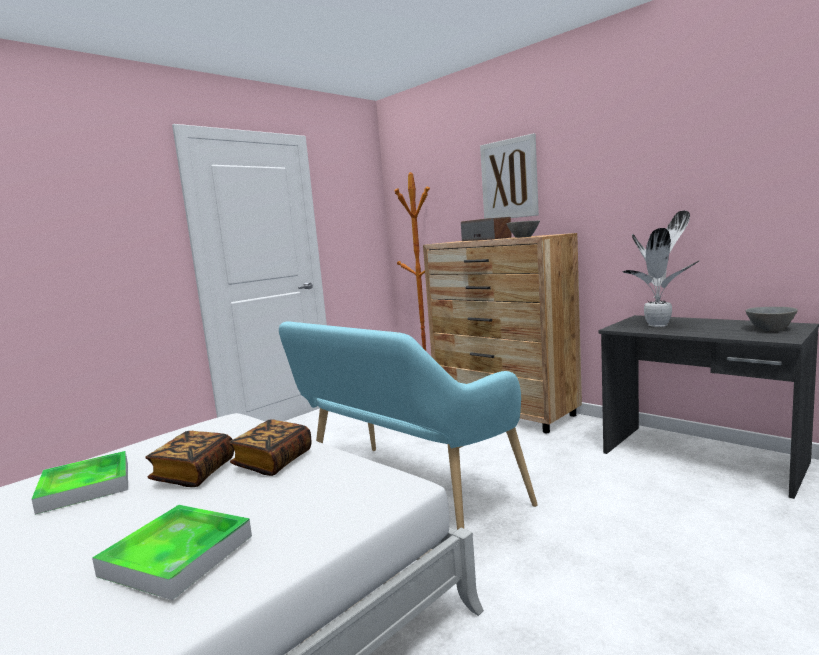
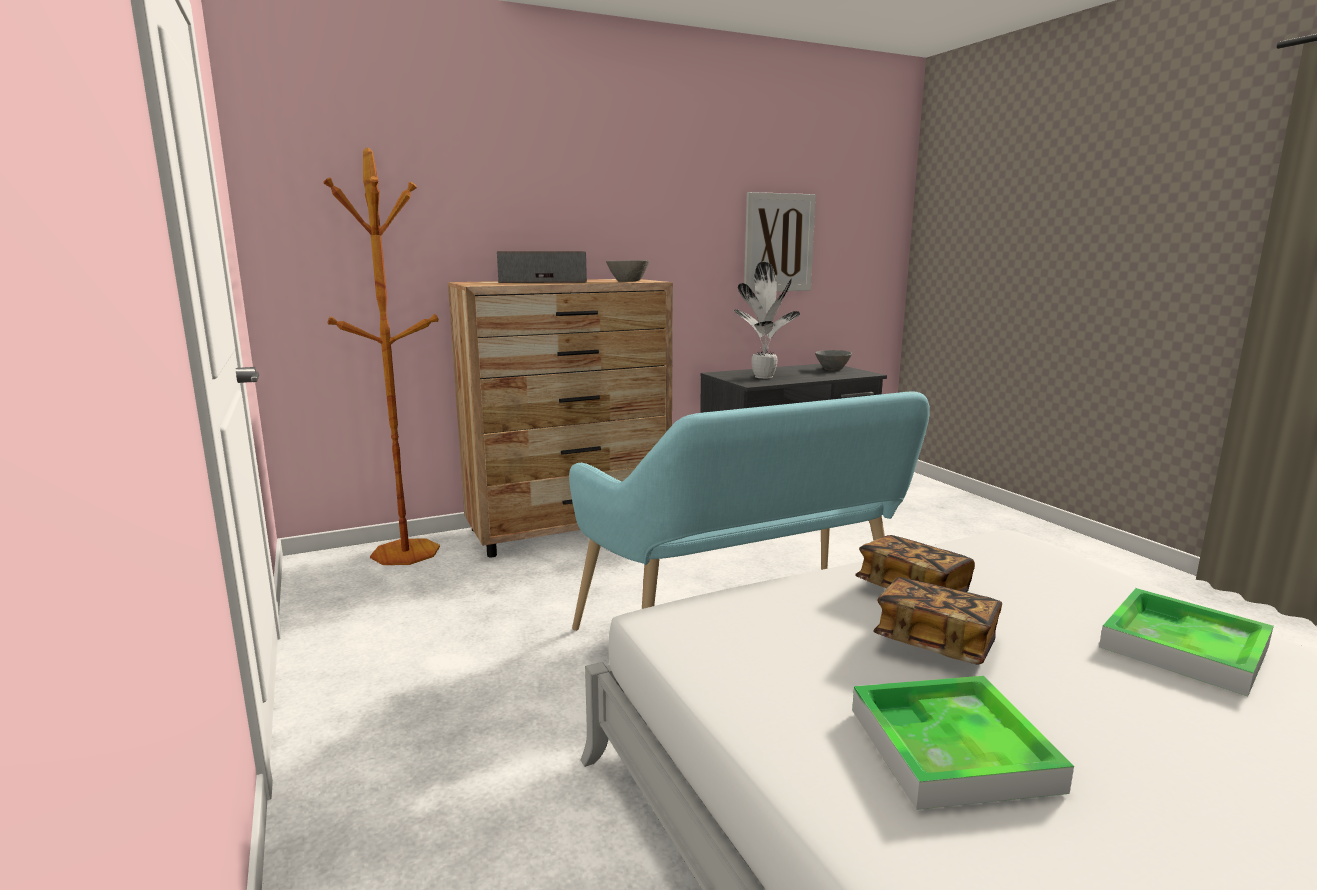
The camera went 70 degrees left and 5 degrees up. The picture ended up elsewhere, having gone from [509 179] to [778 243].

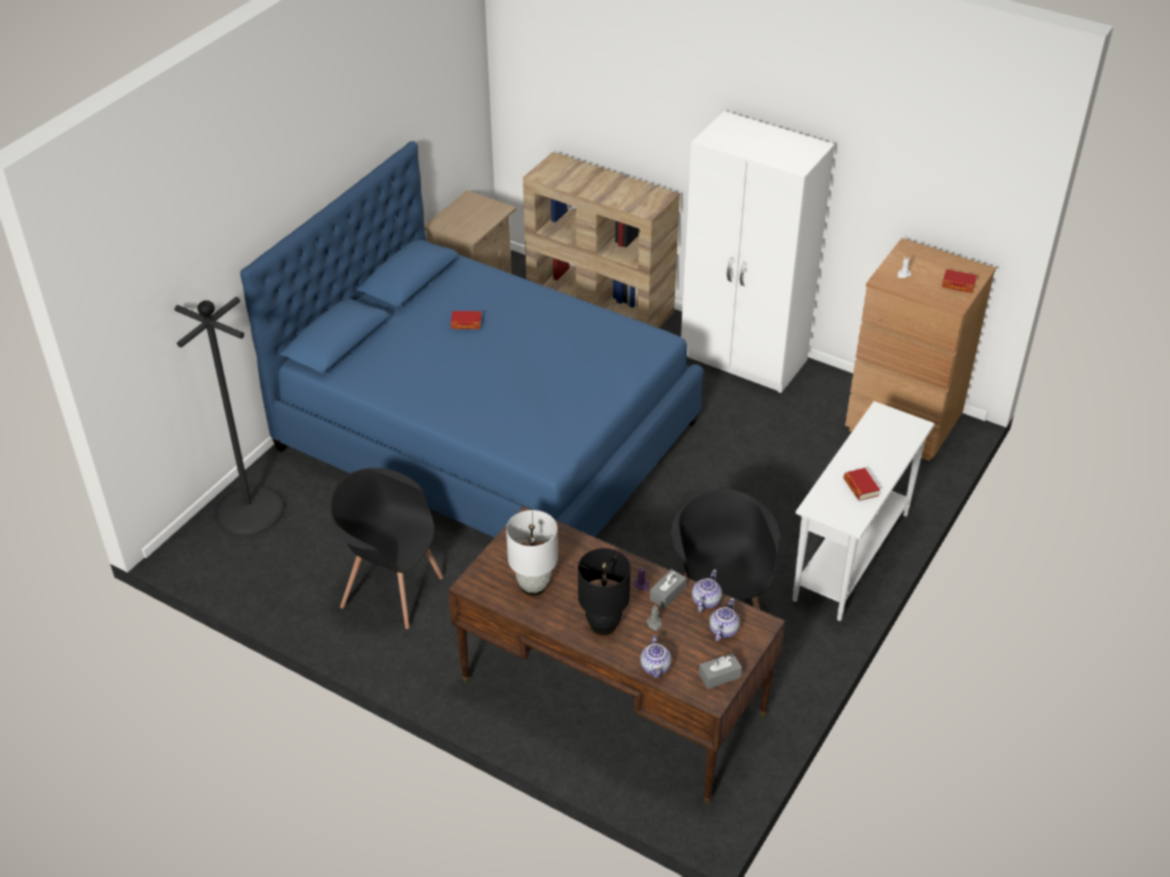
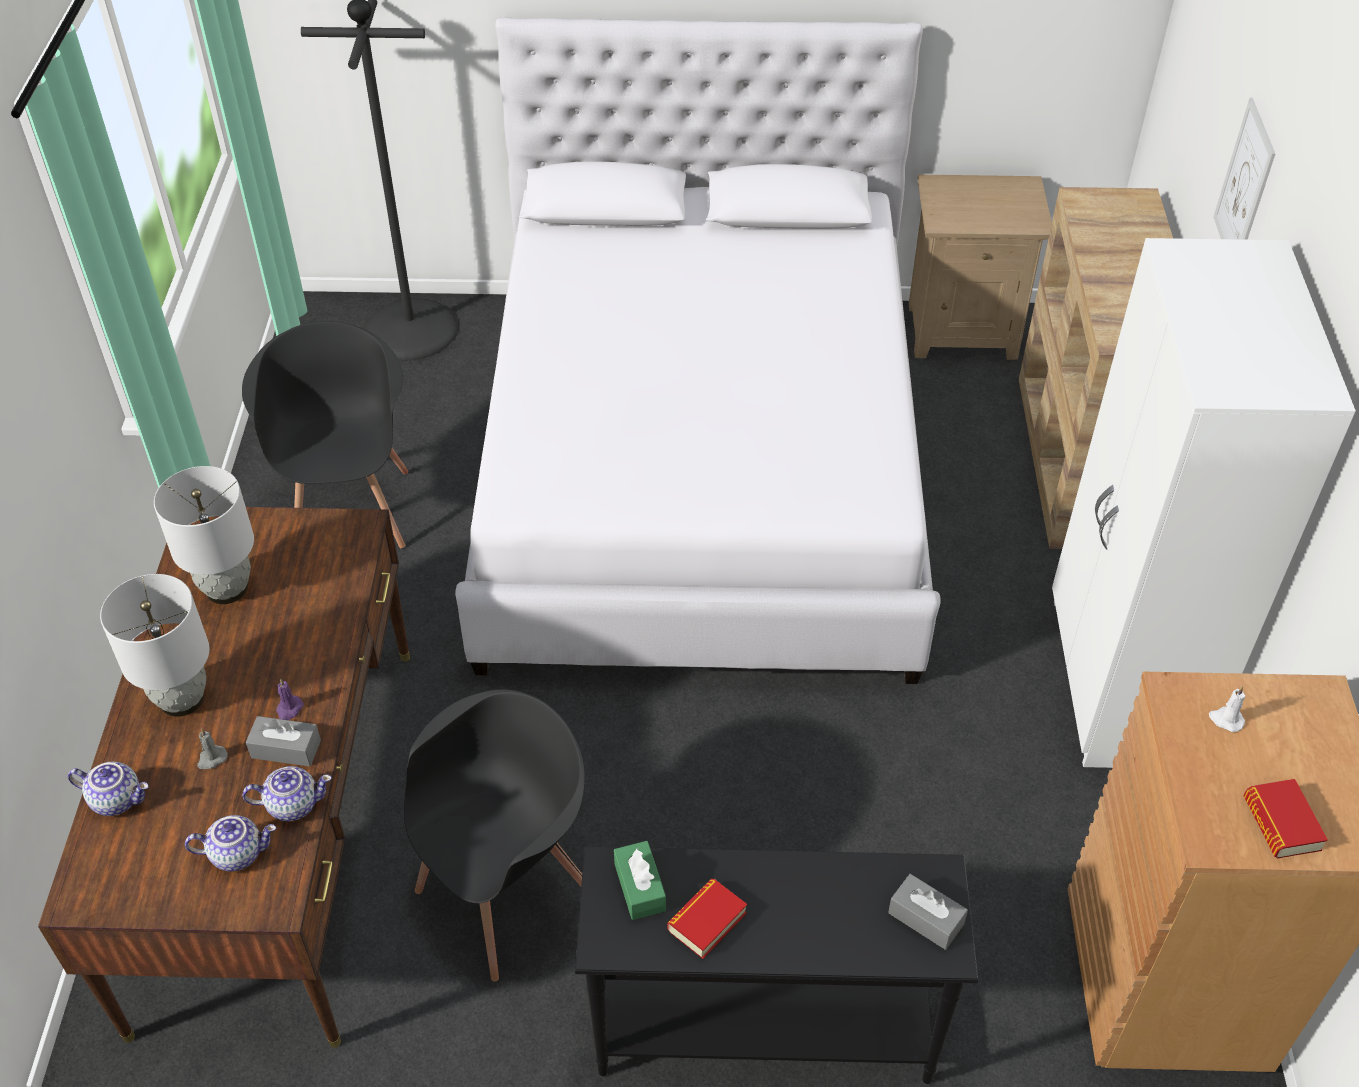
The camera went 60 degrees right and 5 degrees up. The teapot at [656 667] ended up facing another way, 135 degrees counterclockwise from before. What was the table lamp in black at [603 625] turned into the table lamp in white at [181 698]. What was the bed in blue at [488 435] turned into the bed in white at [701 469]. What was the console table in white at [852 558] turned into the console table in black at [761 1035]. The second view gained the tissue box in green at [640 887]. The tissue box in grey ended up elsewhere, having gone from [719 676] to [926 918]. The second view gained the picture at [1244 187]. The second view lost the book at [466 323].

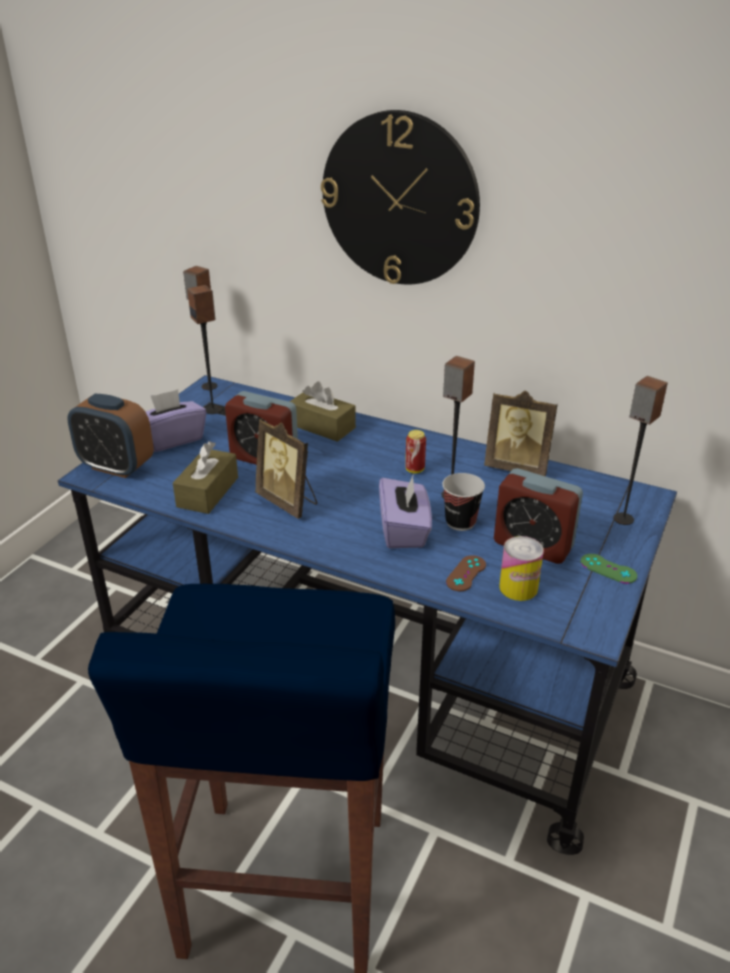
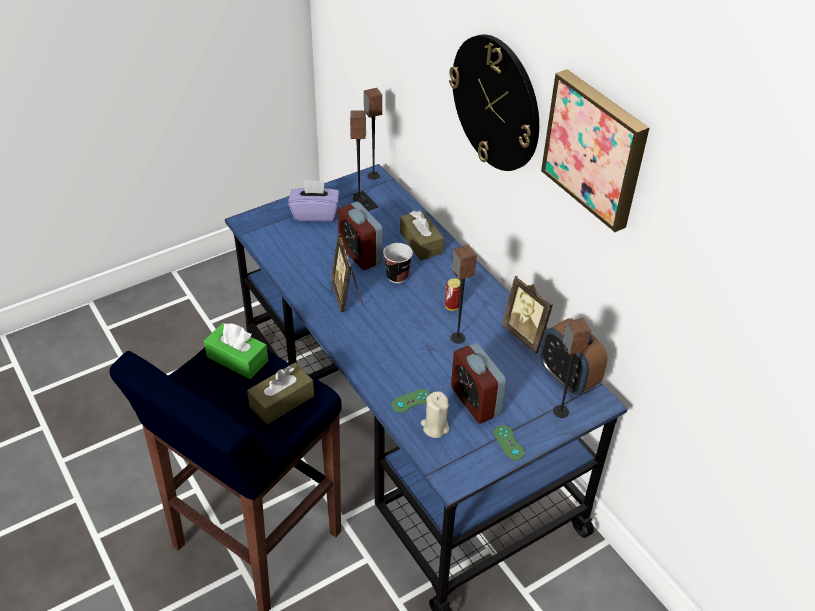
The camera went 30 degrees right and 10 degrees up. The second view gained the tissue box in green at [237 359]. The tissue box in brown ended up elsewhere, having gone from [208 492] to [282 401]. The cup ended up elsewhere, having gone from [460 522] to [397 276]. What was the game controller in brown at [466 573] turned into the game controller in green at [411 401]. Where the can stood at [518 588], the candle in beige came to stand at [435 427]. The alarm clock ended up elsewhere, having gone from [116 467] to [568 378]. The second view gained the picture at [596 148]. The second view lost the tissue box in purple at [404 530].

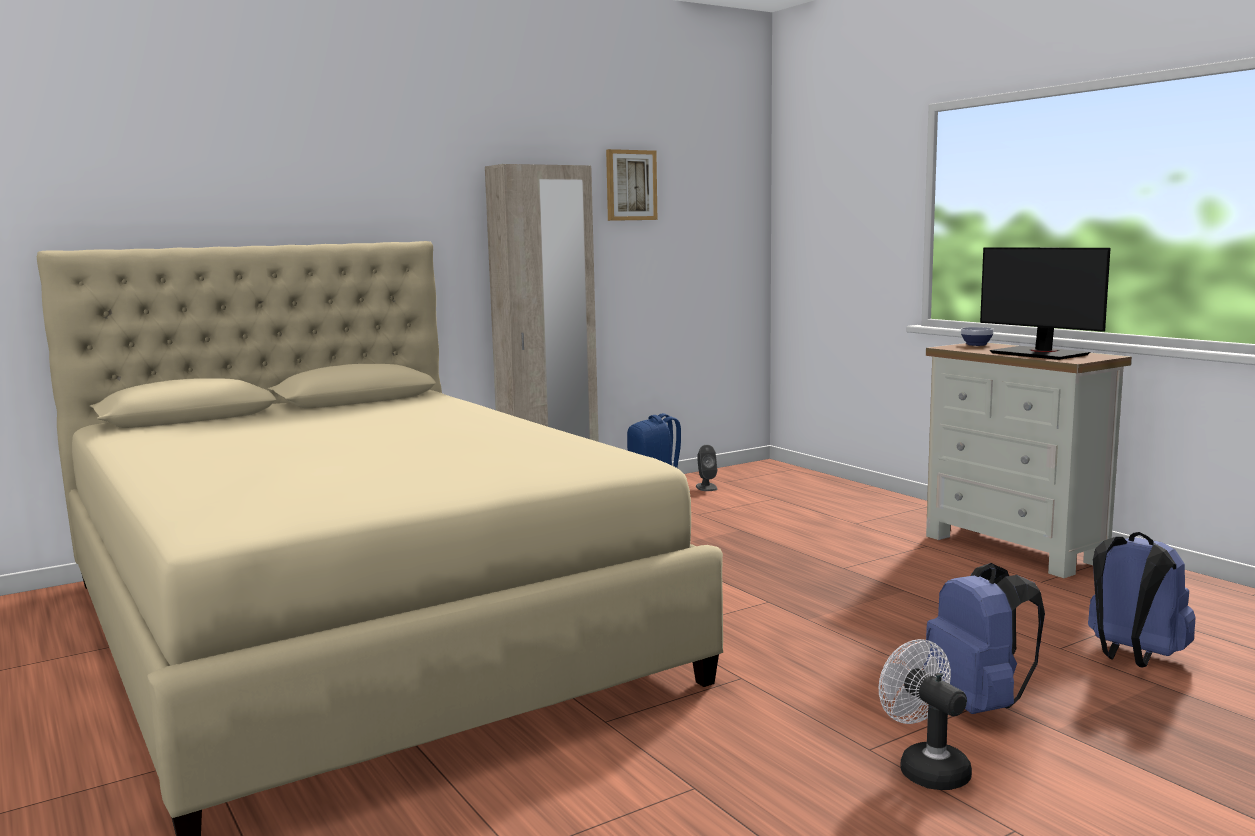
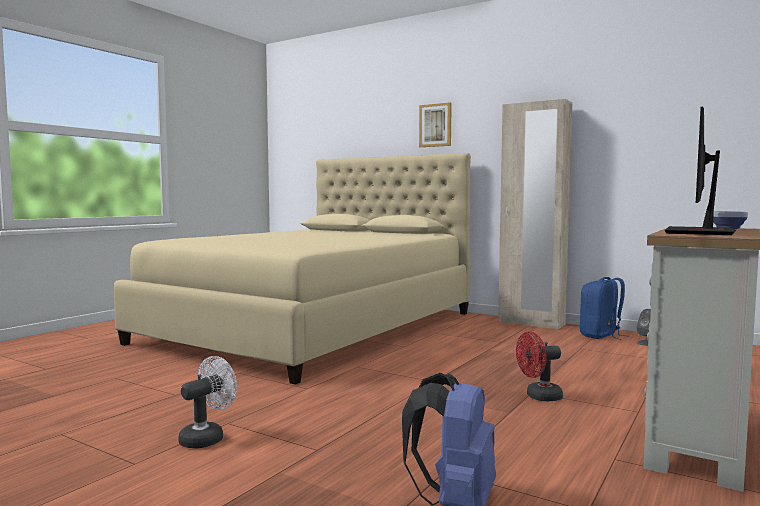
The camera went 65 degrees right and 5 degrees down. The picture ended up elsewhere, having gone from [630 185] to [435 125]. The second view gained the fan in red at [539 397]. The second view lost the backpack in blue at [978 705].

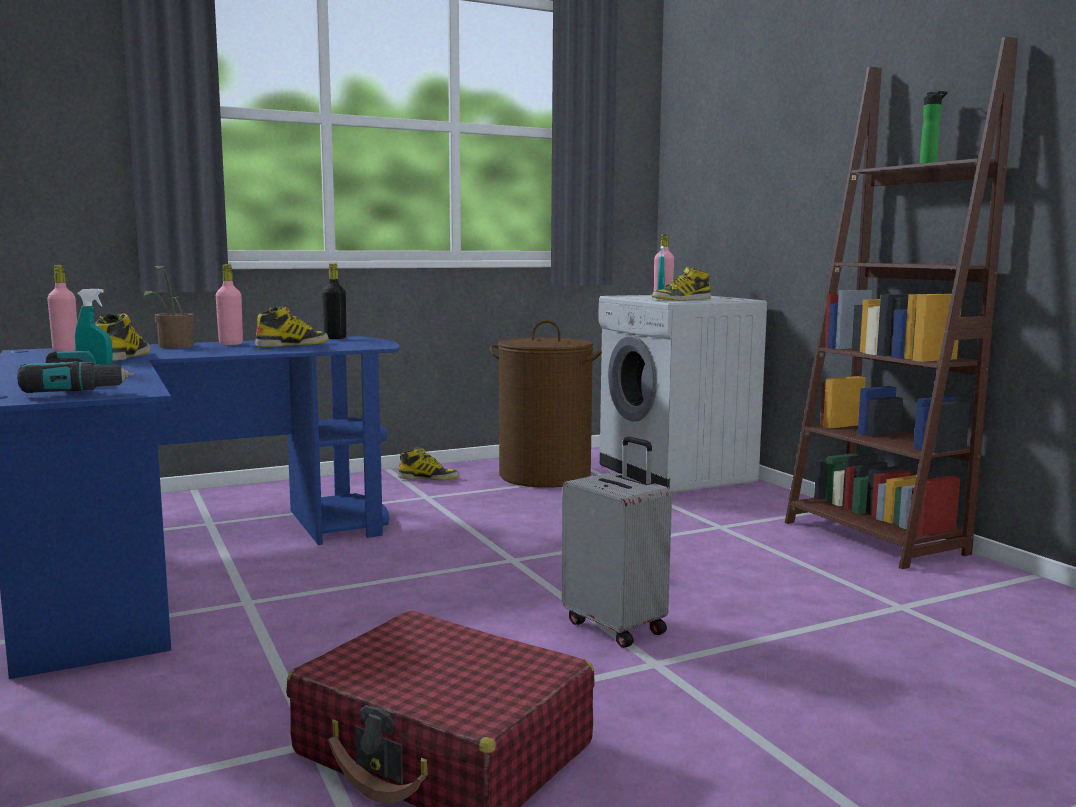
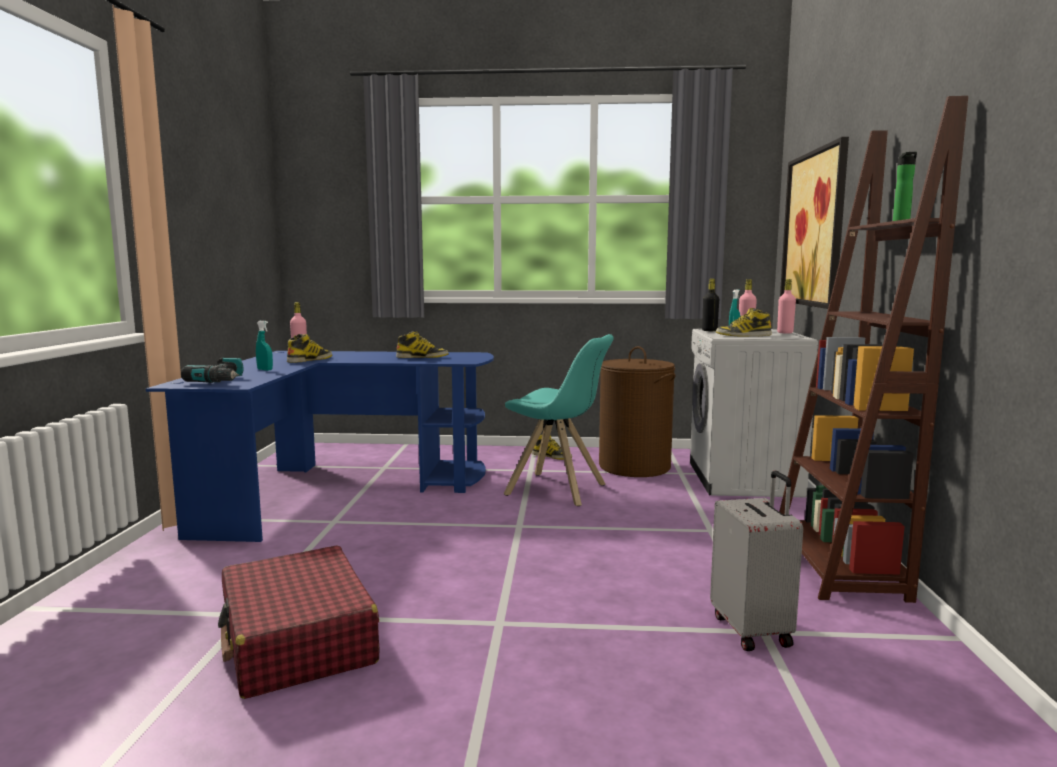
The camera went 30 degrees right and 0 degrees up. The second view gained the chair in turquoise at [556 489]. The bottle in black ended up elsewhere, having gone from [335 338] to [709 330]. The suitcase in grey ended up elsewhere, having gone from [616 626] to [753 630]. The bottle in pink ended up elsewhere, having gone from [231 344] to [785 333]. The second view gained the picture at [814 229]. The second view lost the potted plant at [173 347].

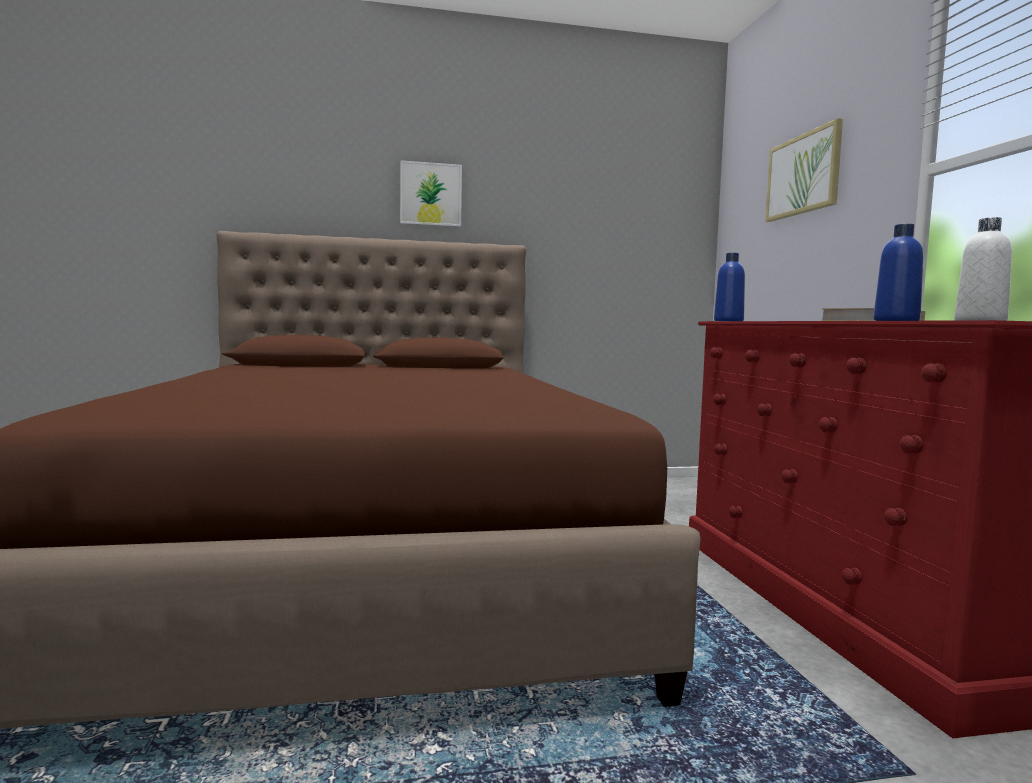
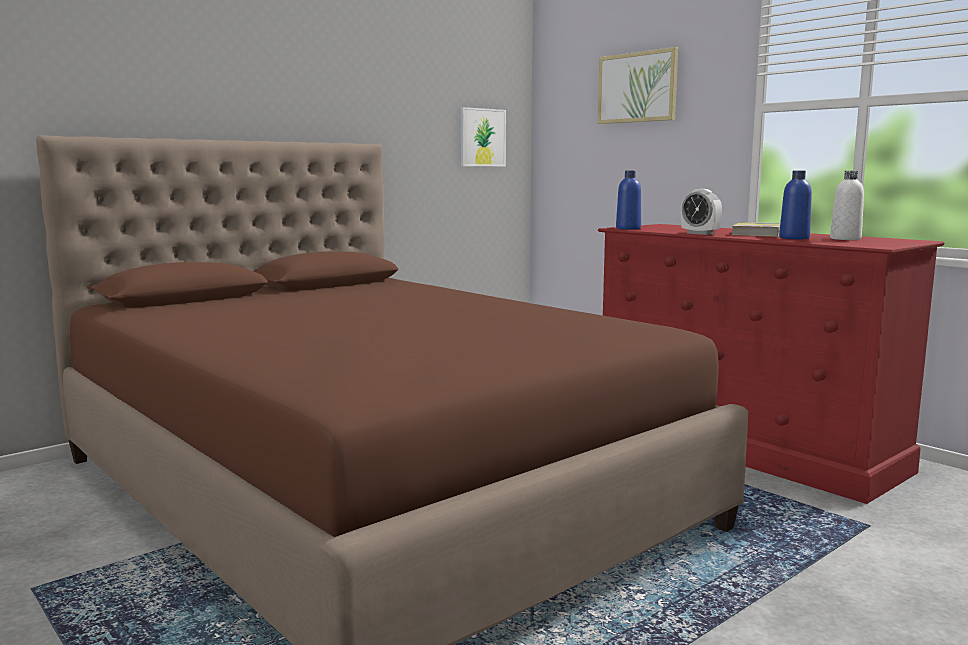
The camera went 30 degrees left and 5 degrees up. The picture ended up elsewhere, having gone from [431 194] to [482 137]. The second view gained the alarm clock at [700 233].

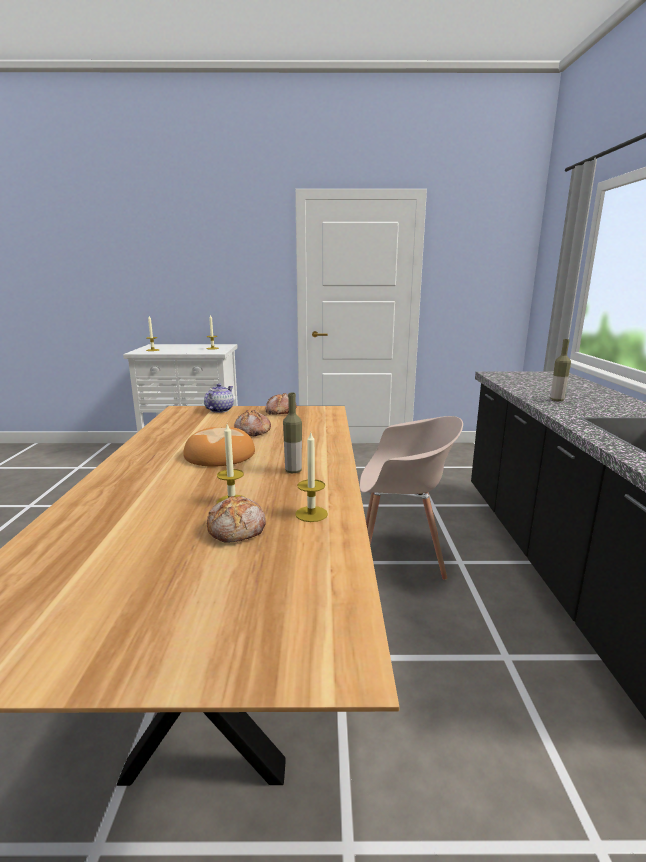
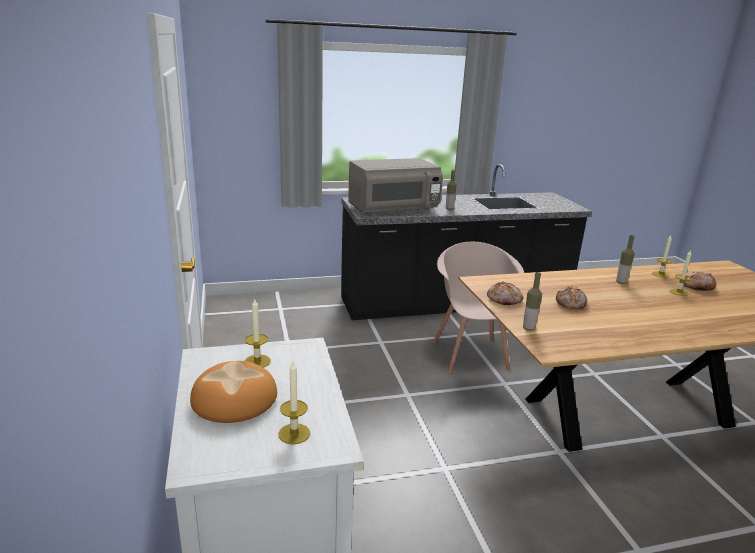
The camera went 105 degrees left and 5 degrees up. The bread ended up elsewhere, having gone from [219 454] to [234 399]. The second view gained the microwave in grey at [393 209]. Where the teapot stood at [219 410], the bottle came to stand at [528 328].

